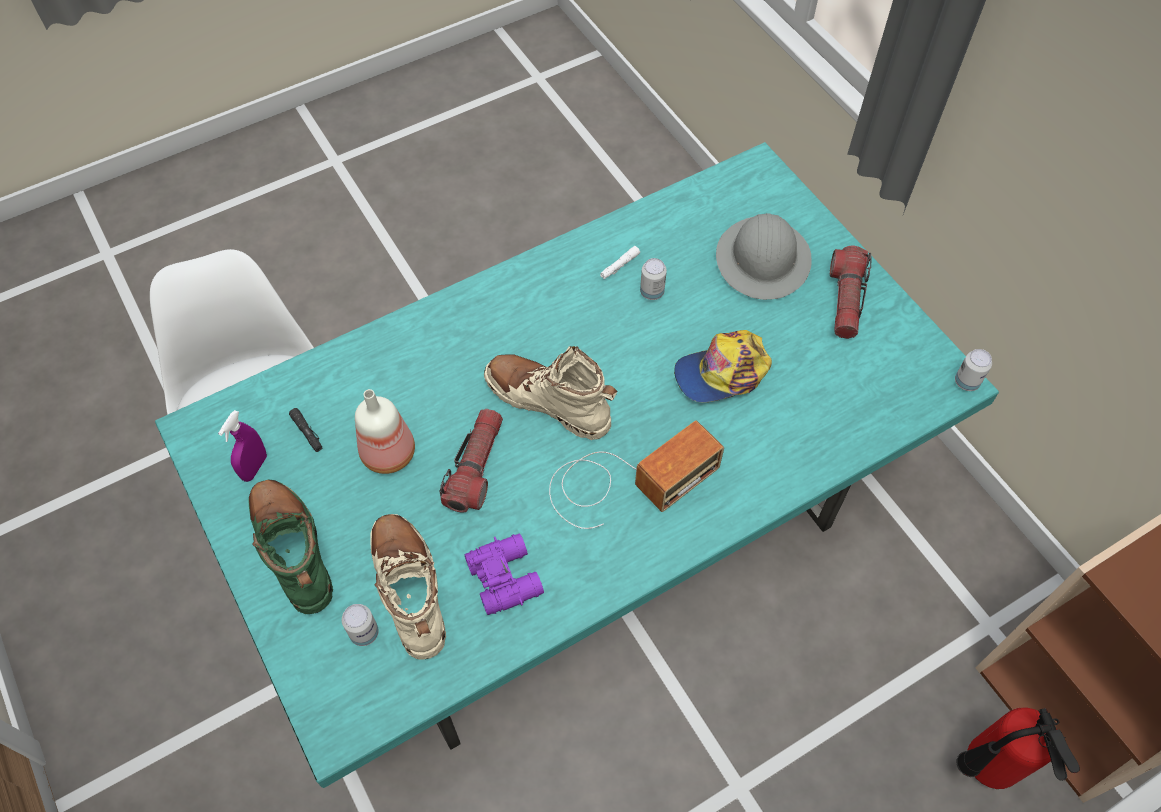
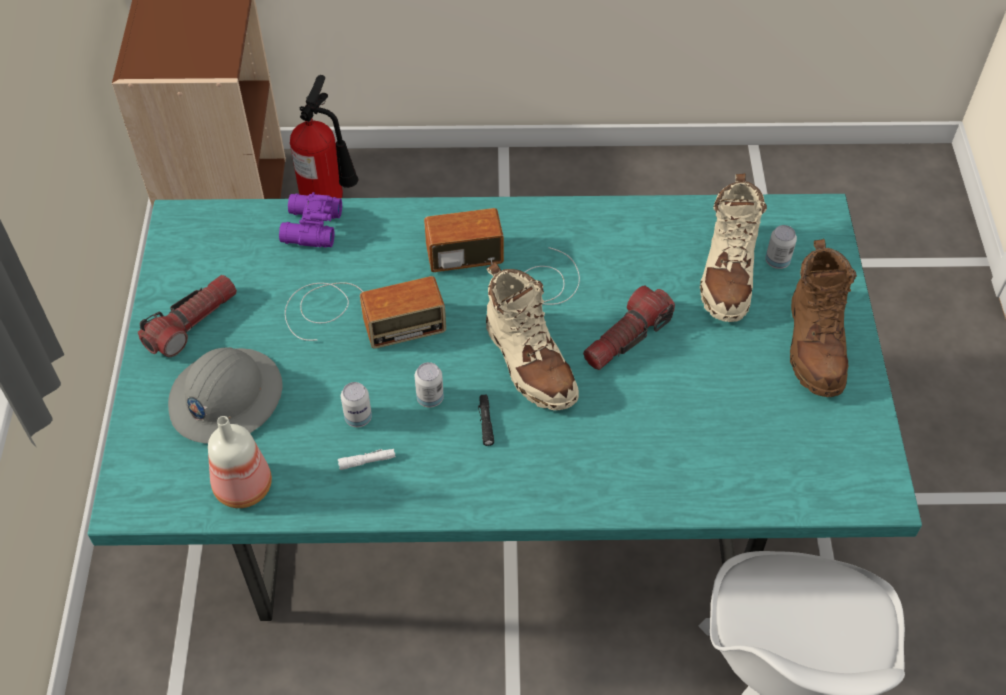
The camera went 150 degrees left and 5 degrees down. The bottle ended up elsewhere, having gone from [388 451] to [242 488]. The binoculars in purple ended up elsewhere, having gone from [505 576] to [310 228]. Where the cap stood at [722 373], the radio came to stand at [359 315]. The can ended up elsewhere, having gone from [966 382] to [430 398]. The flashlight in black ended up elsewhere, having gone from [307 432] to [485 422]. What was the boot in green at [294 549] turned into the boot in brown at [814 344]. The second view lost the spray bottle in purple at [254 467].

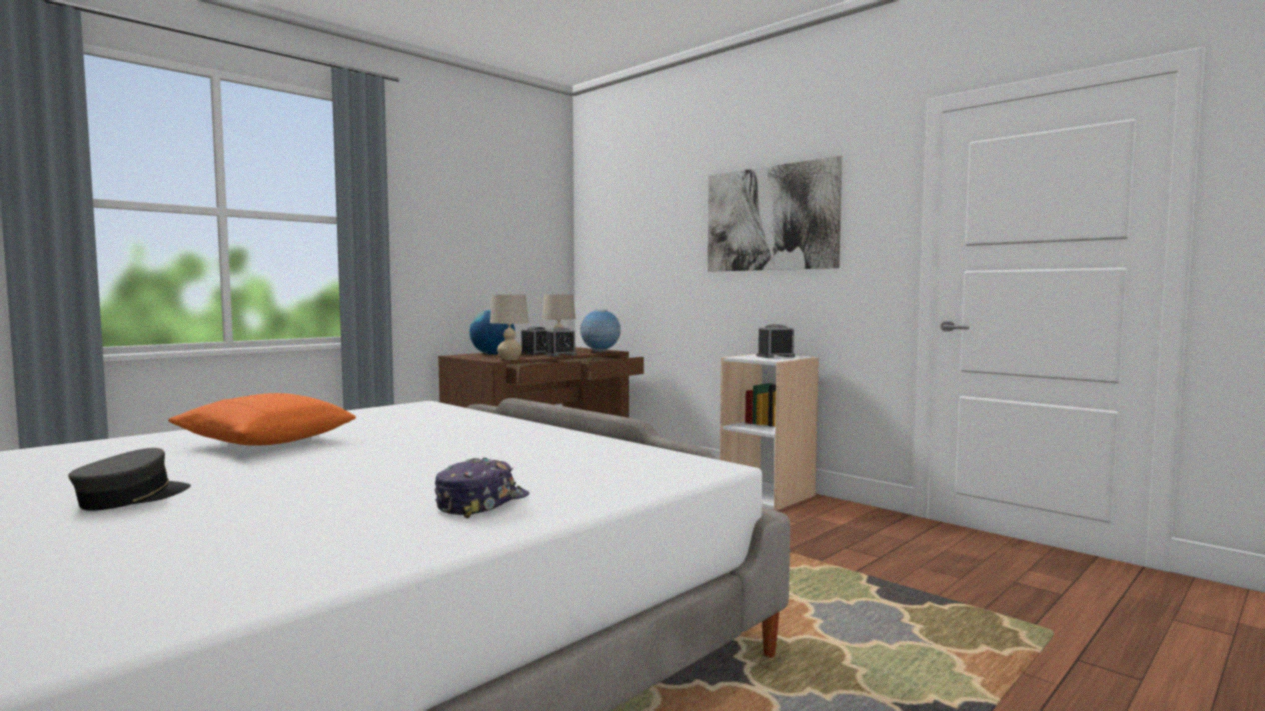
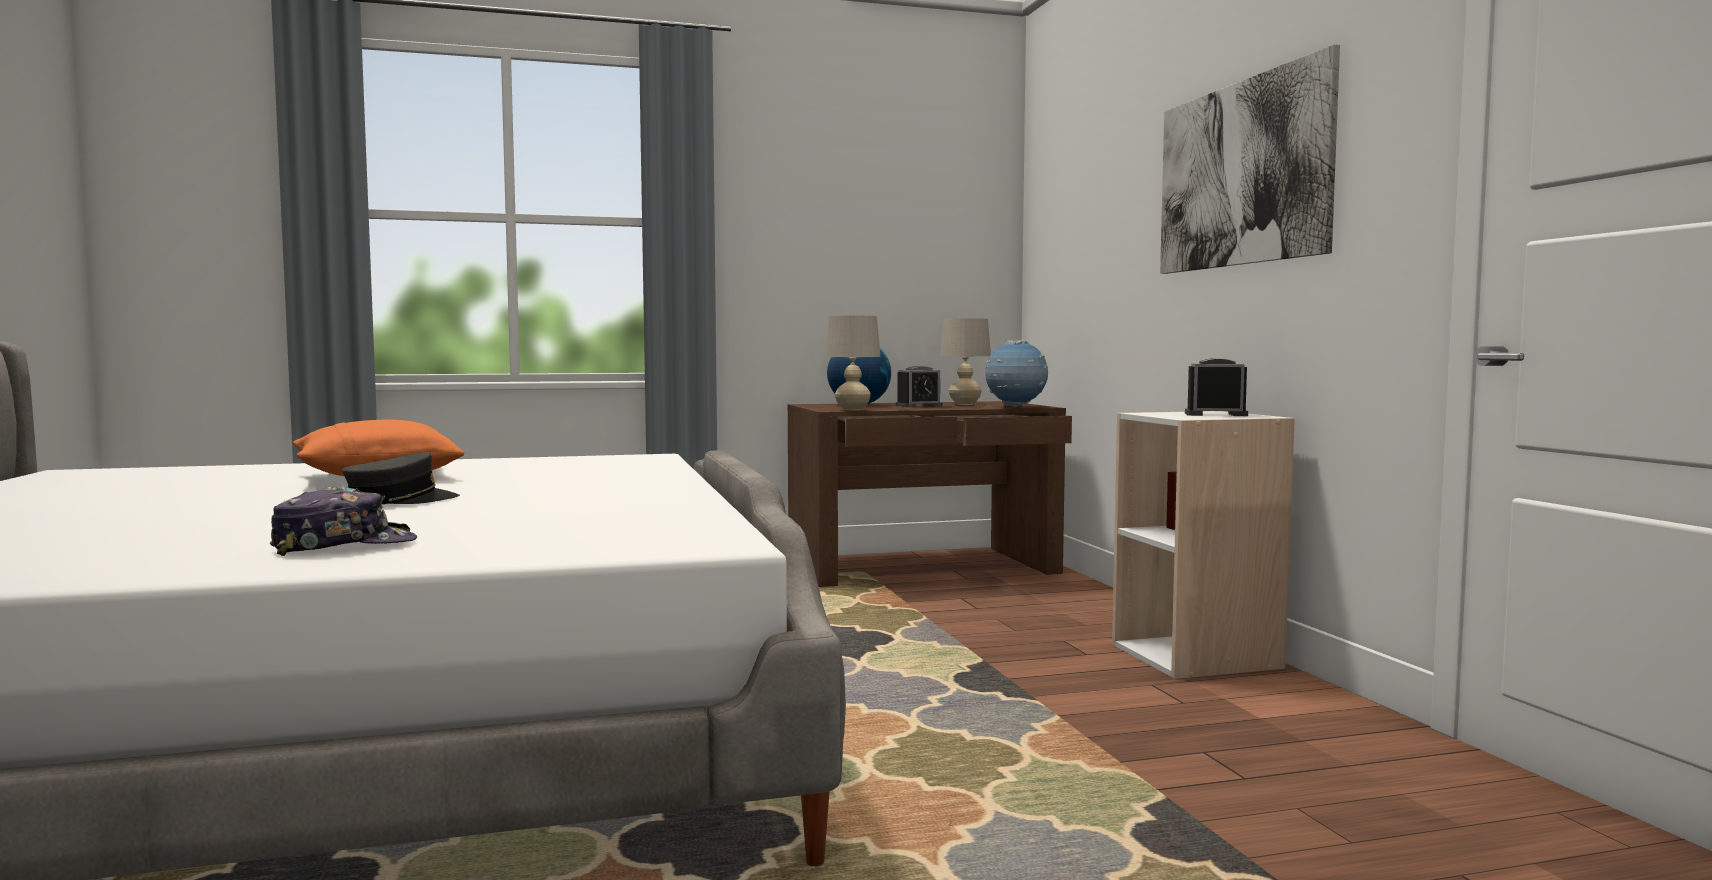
The camera went 30 degrees right and 0 degrees up. The cap in grey ended up elsewhere, having gone from [132 498] to [401 501]. The second view lost the alarm clock at [560 355].

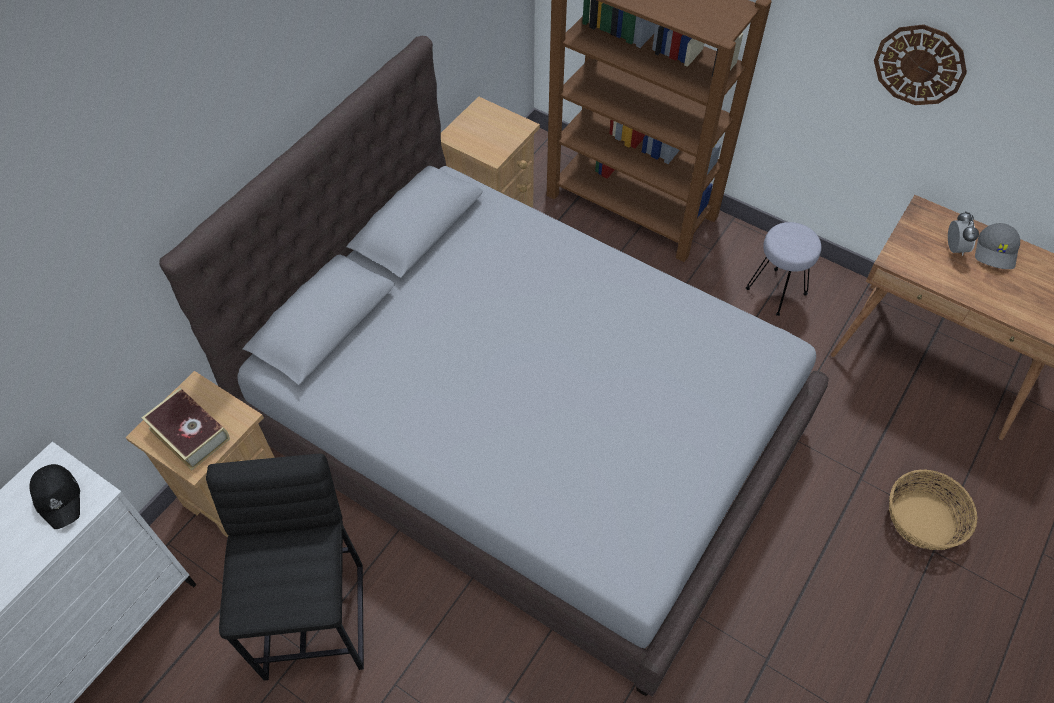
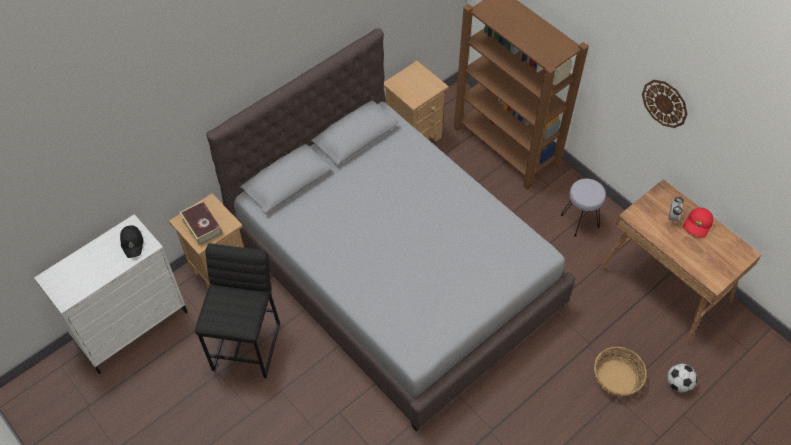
The camera went 15 degrees right and 0 degrees up. The second view gained the football at [678 384]. What was the cap in grey at [996 252] turned into the cap in red at [698 225].

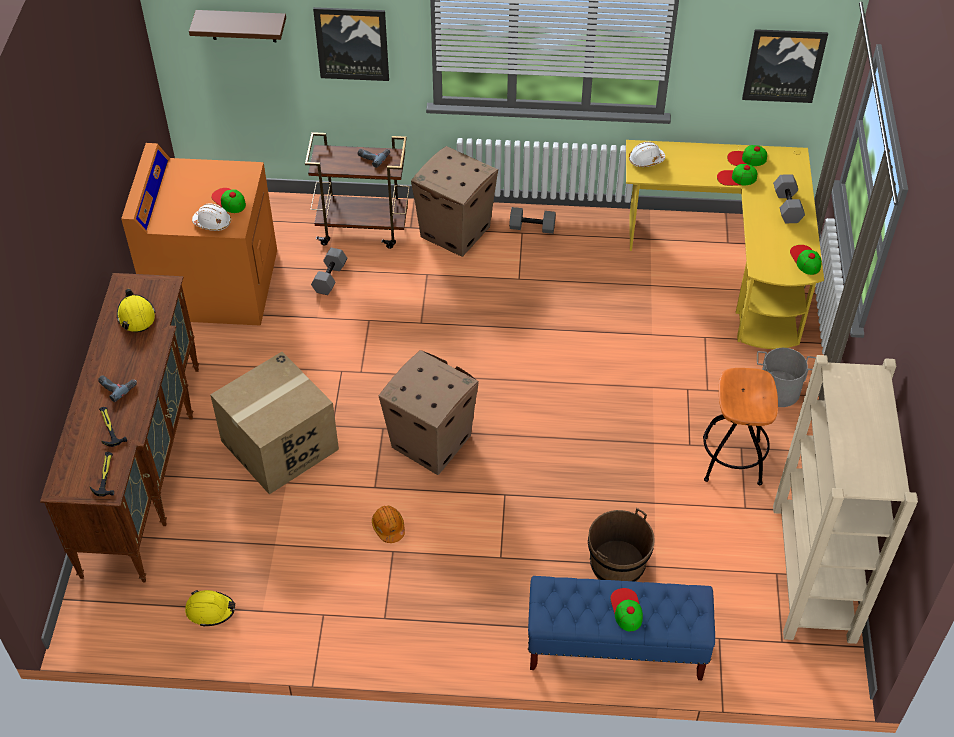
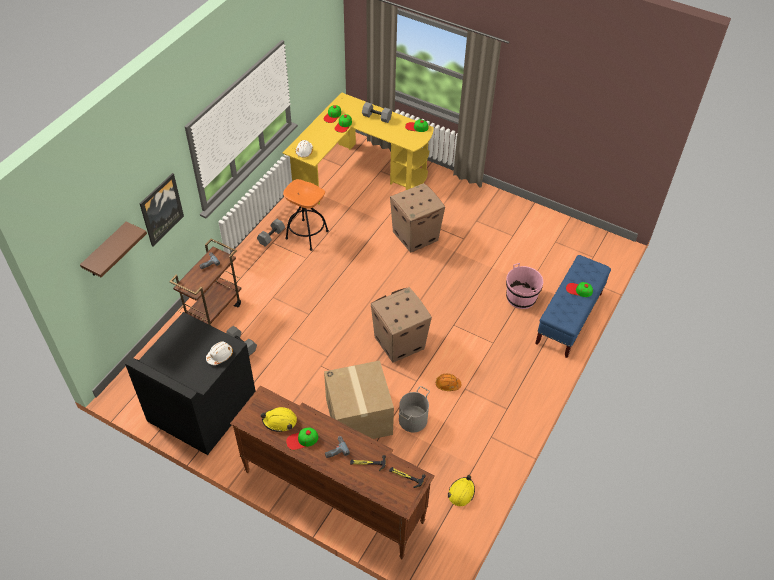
The camera went 65 degrees left and 0 degrees up. What was the washing machine in orange at [215 283] turned into the washing machine in black at [201 407]. The stool in orange ended up elsewhere, having gone from [732 459] to [307 234]. The cap ended up elsewhere, having gone from [228 200] to [302 440]. The cardboard box ended up elsewhere, having gone from [456 232] to [416 236]. The bucket in grey ended up elsewhere, having gone from [778 391] to [413 420]. What was the bucket in brown at [617 564] turned into the bucket in pink at [521 297]. The second view lost the picture at [783 65]. The second view lost the bookcase in beige at [813 572].

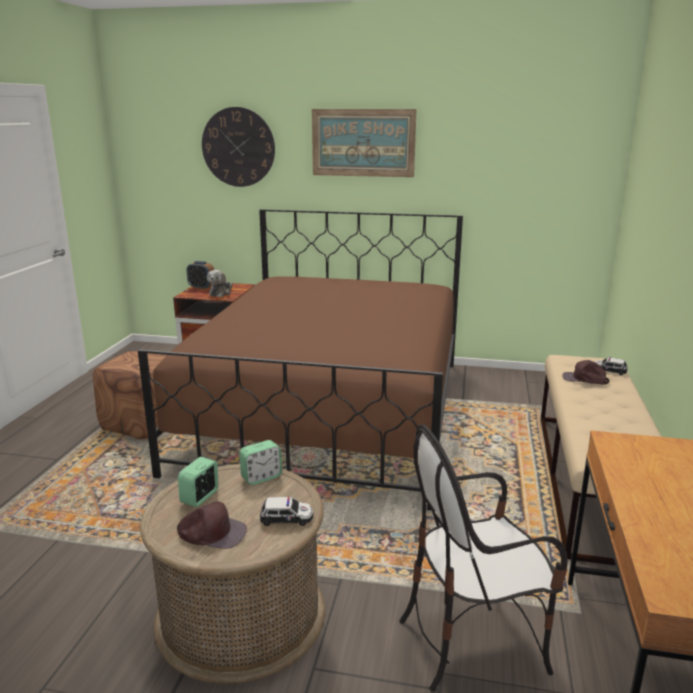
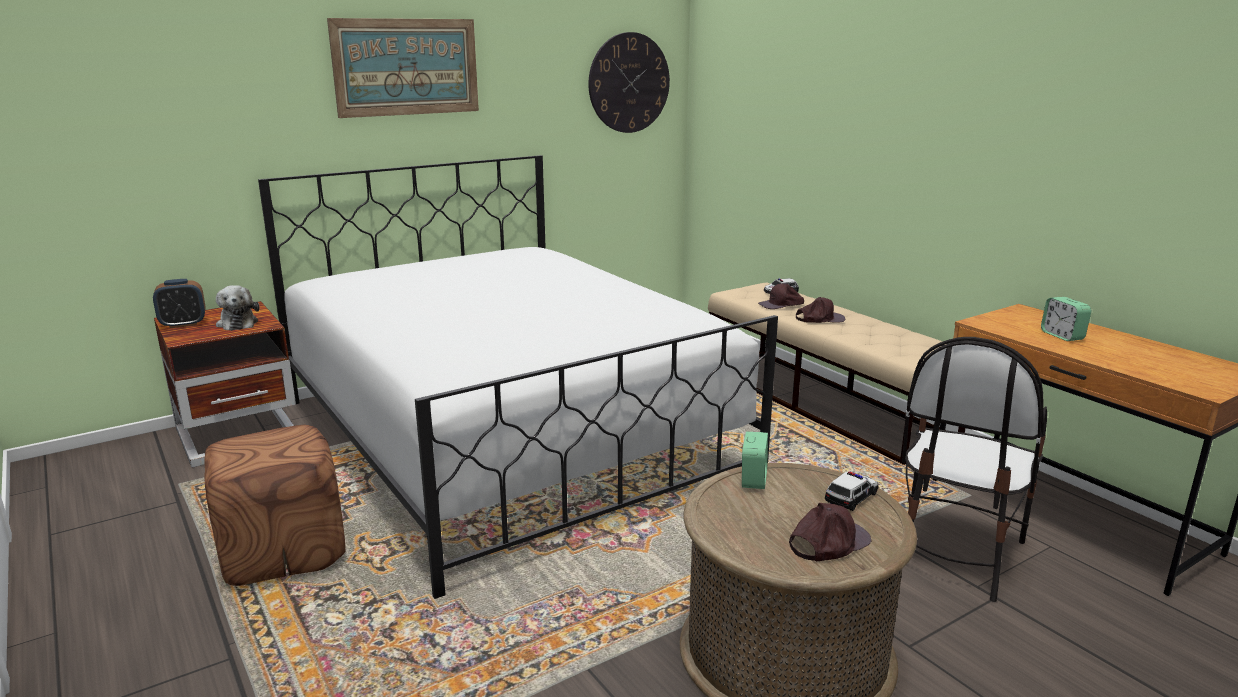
The camera went 45 degrees left and 0 degrees up. What was the bed in brown at [330 411] turned into the bed in white at [506 437]. The wall clock ended up elsewhere, having gone from [238 147] to [629 83]. The second view gained the cap in brown at [819 318]. The alarm clock ended up elsewhere, having gone from [200 497] to [1062 336].

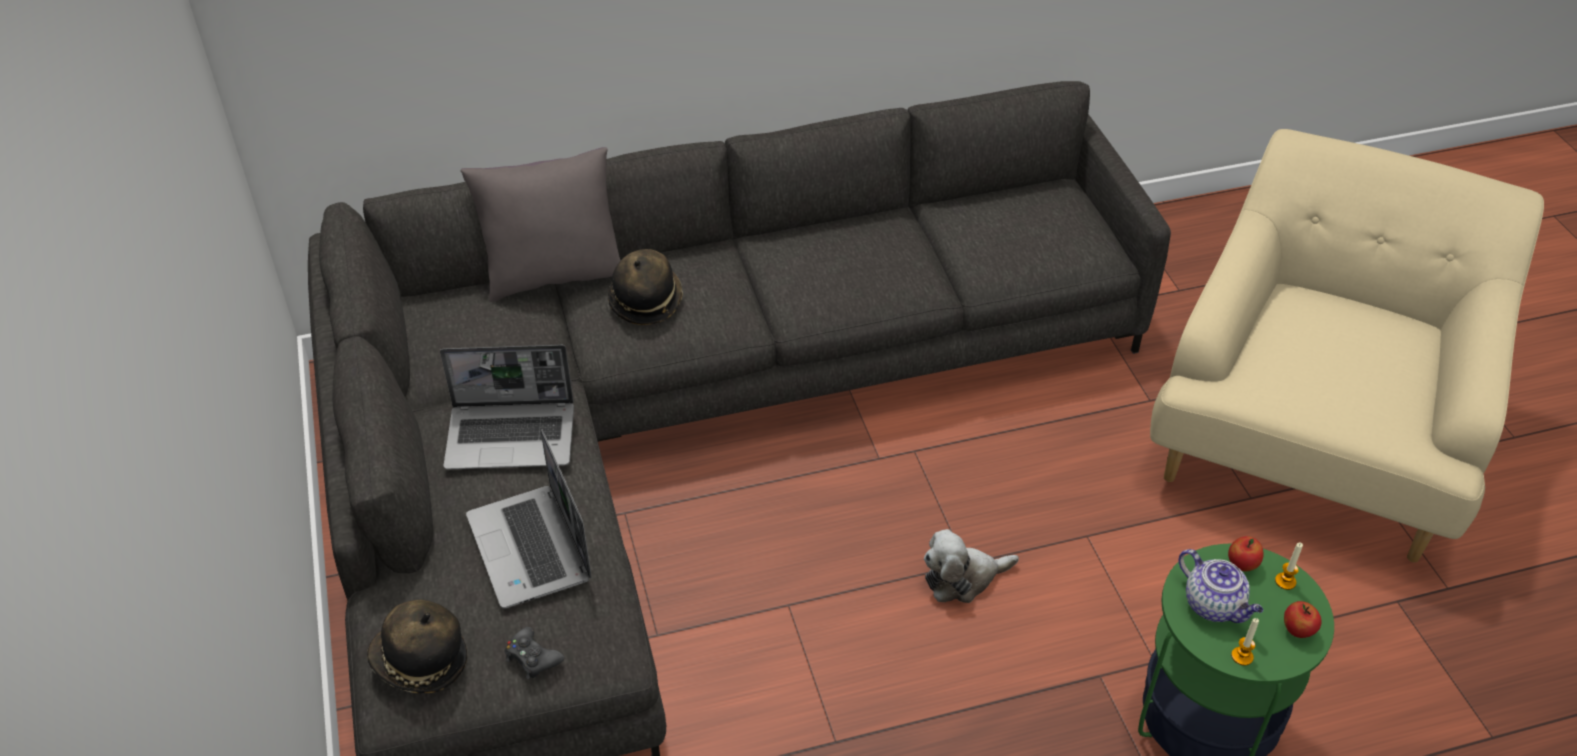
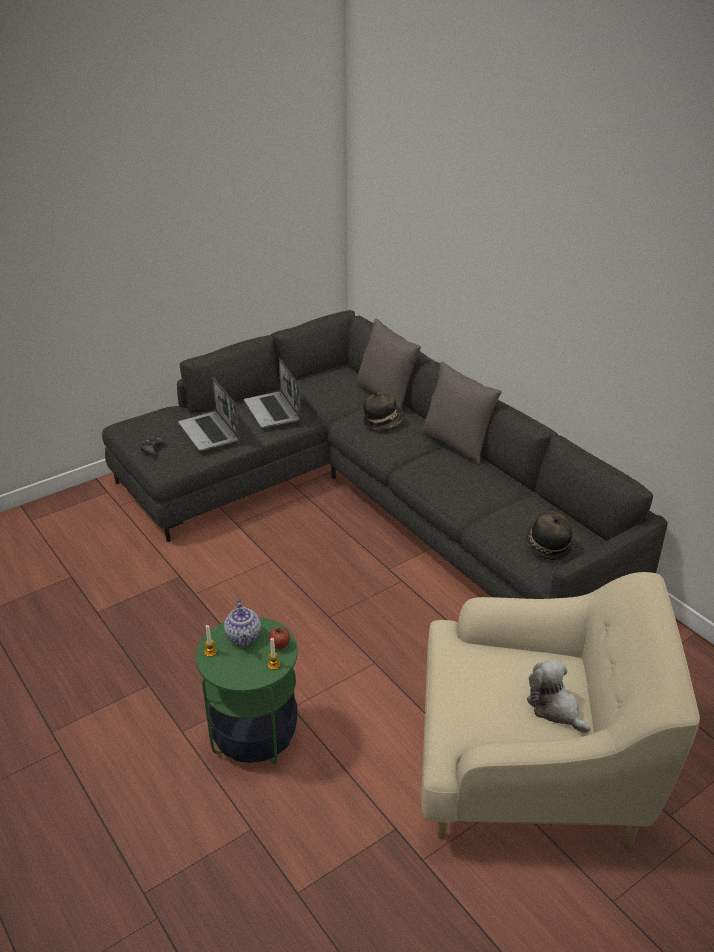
The camera went 70 degrees right and 10 degrees down. The laptop at [532 549] ended up facing another way, 75 degrees counterclockwise from before. The teapot at [1214 605] ended up facing another way, 45 degrees counterclockwise from before. The second view gained the pillow in grey at [457 444]. The hat ended up elsewhere, having gone from [420 663] to [547 545]. The plush toy ended up elsewhere, having gone from [963 578] to [555 708]. The second view lost the apple at [1298 630].

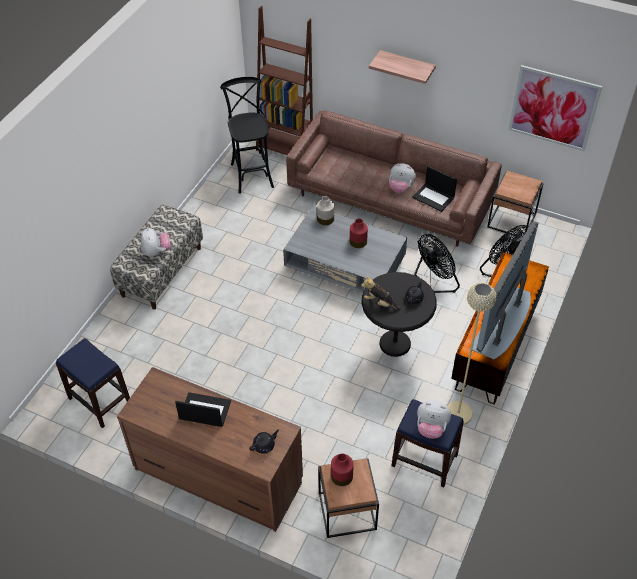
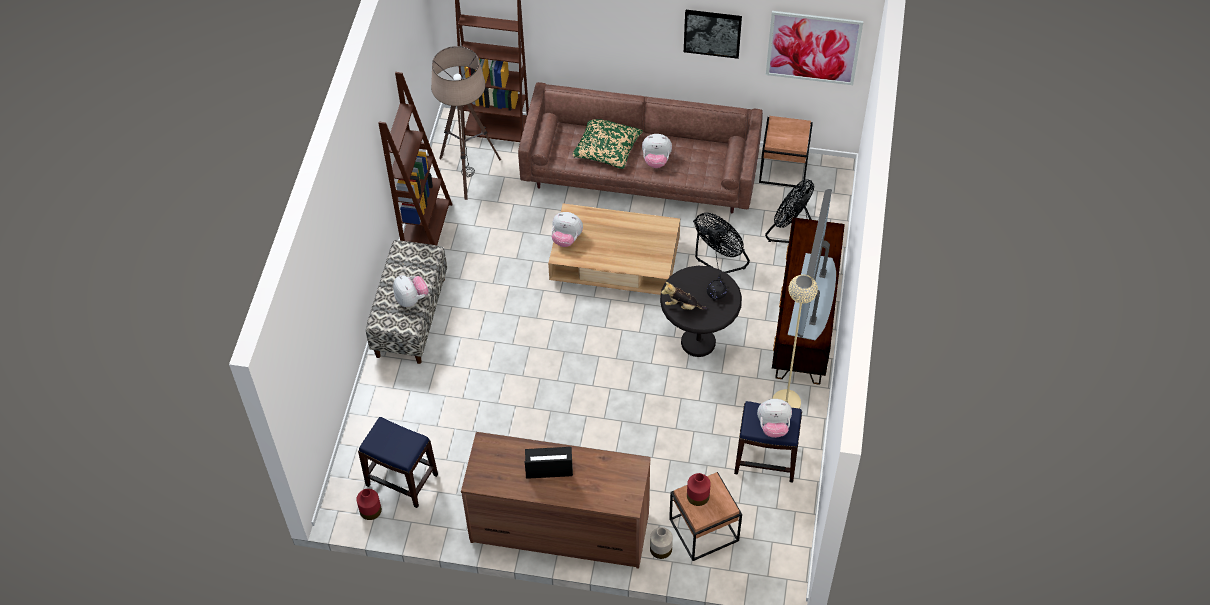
The camera went 15 degrees left and 5 degrees up. The vase in red ended up elsewhere, having gone from [358 241] to [370 510]. The second view gained the bookcase in brown at [426 226]. Where the stool in black stood at [251 173], the floor lamp came to stand at [469 172]. What was the coffee table in grey at [345 264] turned into the coffee table in brown at [615 262]. The second view gained the plush toy at [566 239]. The second view gained the pillow in green at [607 148]. The vase in beige ended up elsewhere, having gone from [325 219] to [661 549]. The second view gained the picture at [712 32]. The second view lost the teapot in black at [264 445]. The second view lost the shelf at [407 67]. The second view lost the laptop at [434 197].

